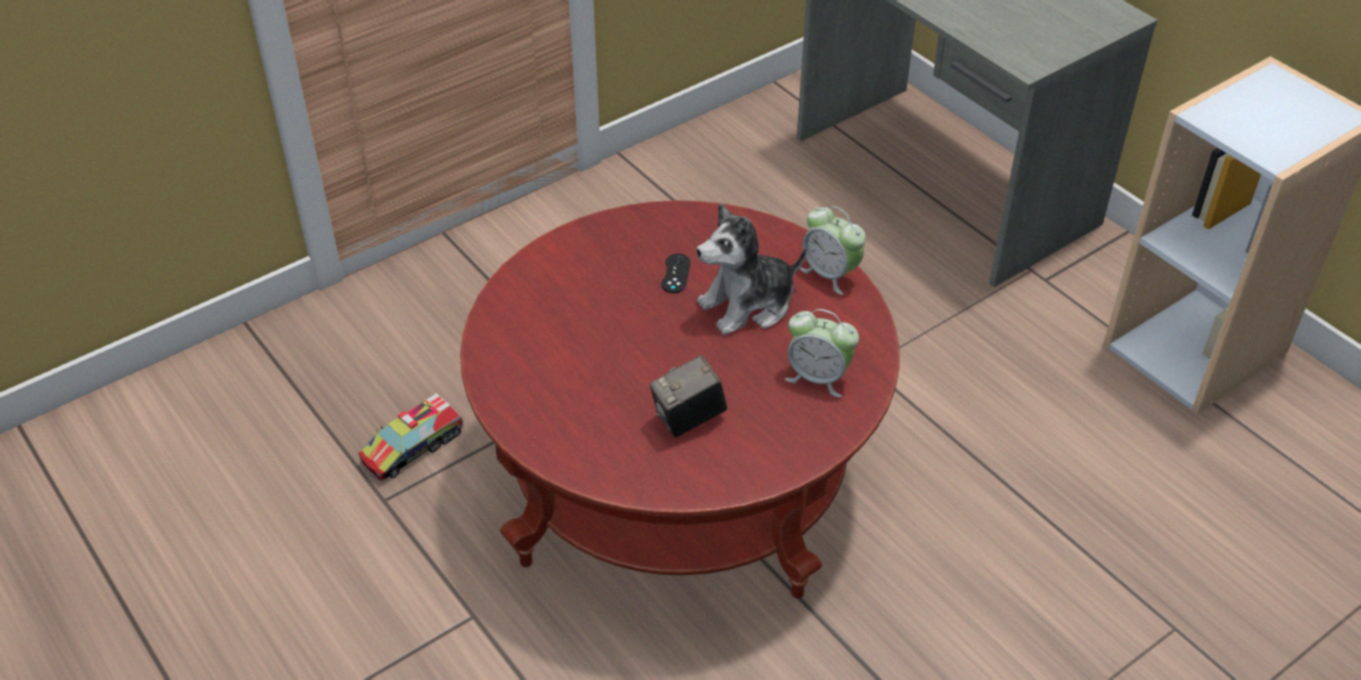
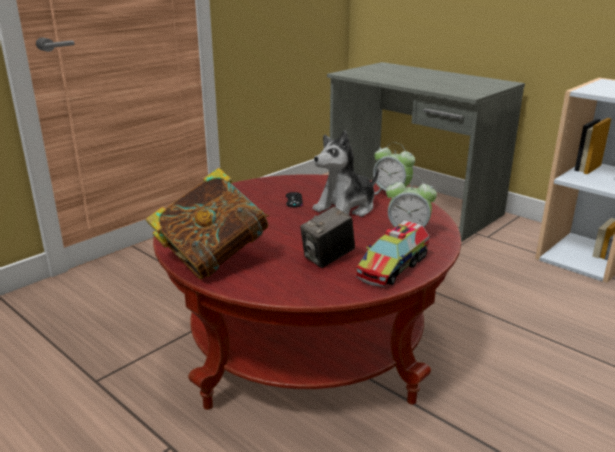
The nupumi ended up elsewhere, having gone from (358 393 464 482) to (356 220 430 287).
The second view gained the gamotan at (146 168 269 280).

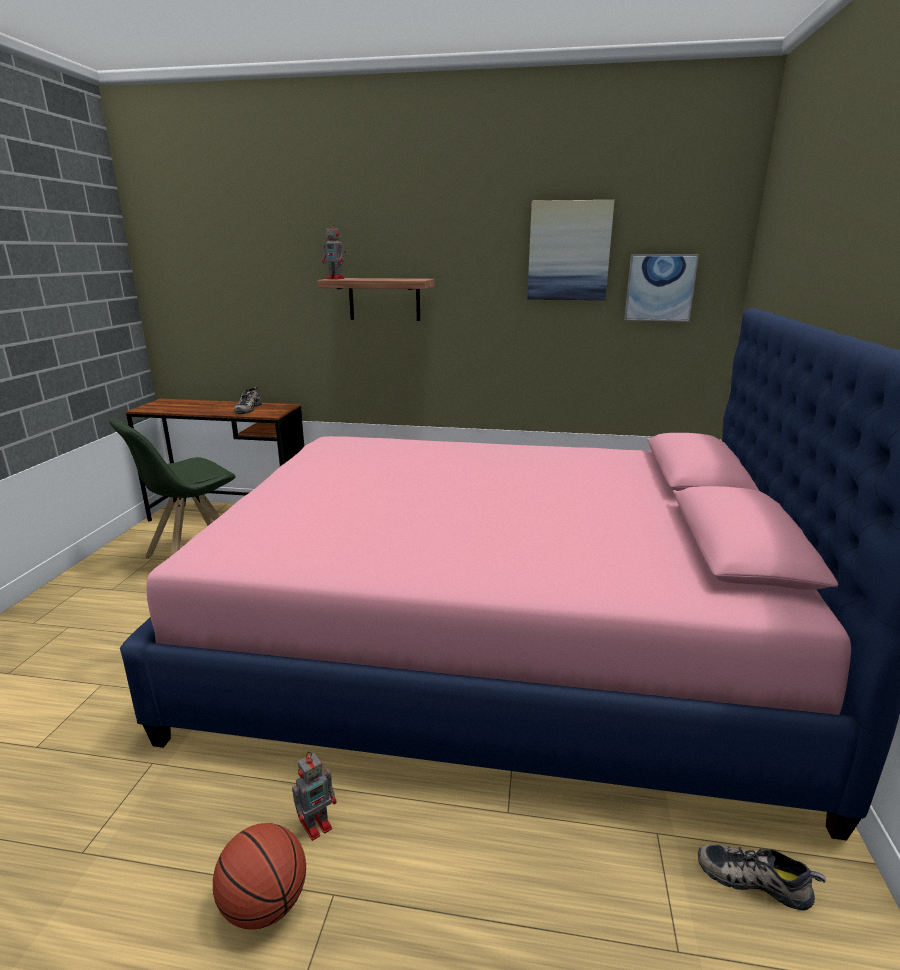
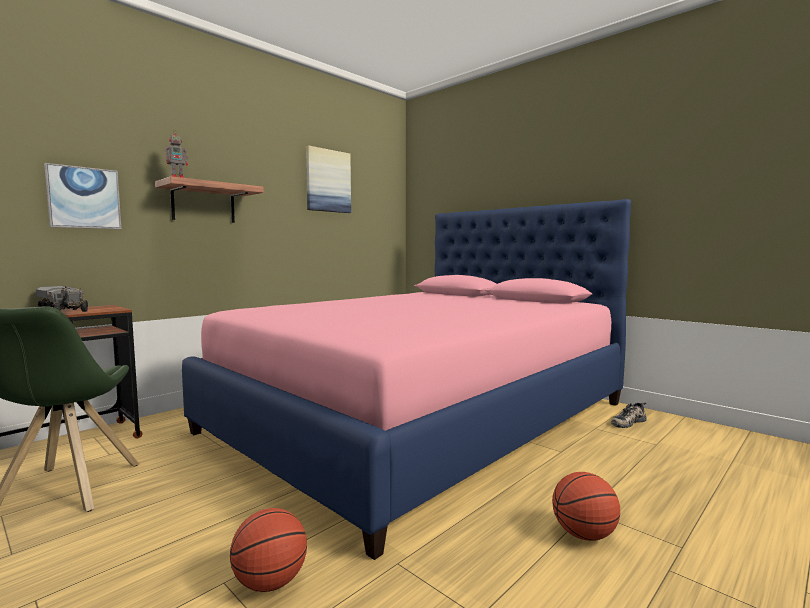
The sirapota ended up elsewhere, having gone from (624 254 699 322) to (44 163 121 229).
Where the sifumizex stood at (234 387 262 414), the nupumi came to stand at (36 286 88 312).
The second view lost the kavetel at (292 752 337 841).
The second view gained the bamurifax at (230 508 307 592).

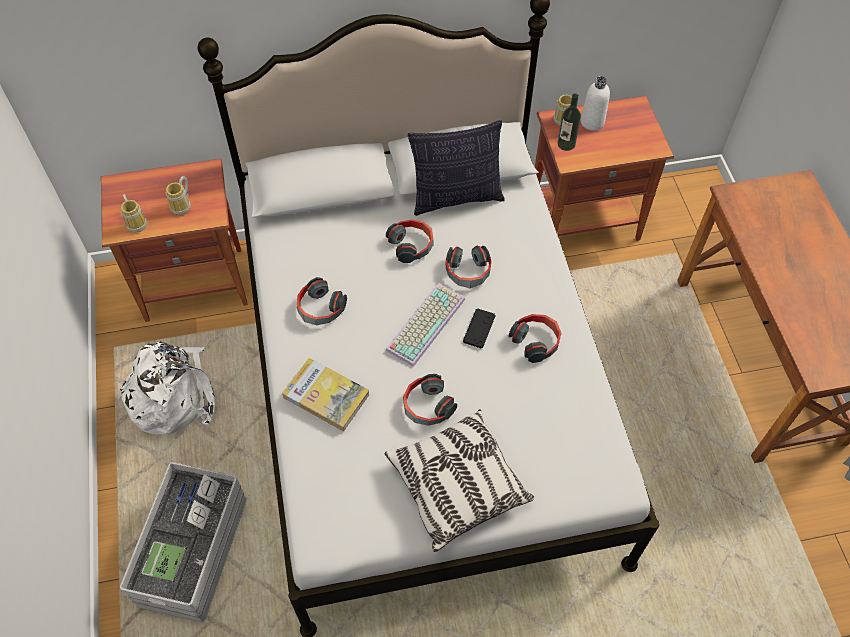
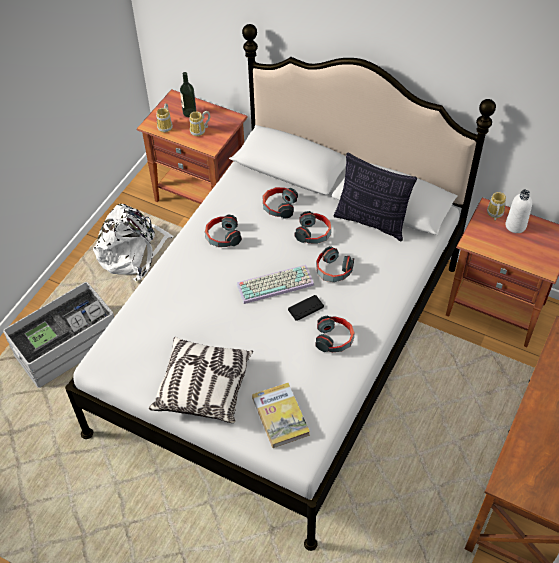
The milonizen ended up elsewhere, having gone from (557 93 581 151) to (180 72 196 117).
The gamotan ended up elsewhere, having gone from (282 358 370 431) to (252 383 310 448).
The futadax ended up elsewhere, having gone from (403 374 457 426) to (263 187 298 219).

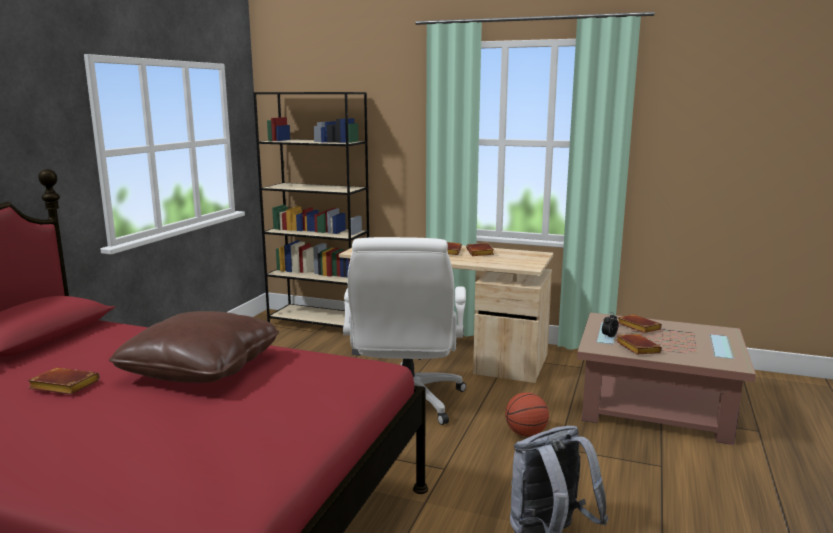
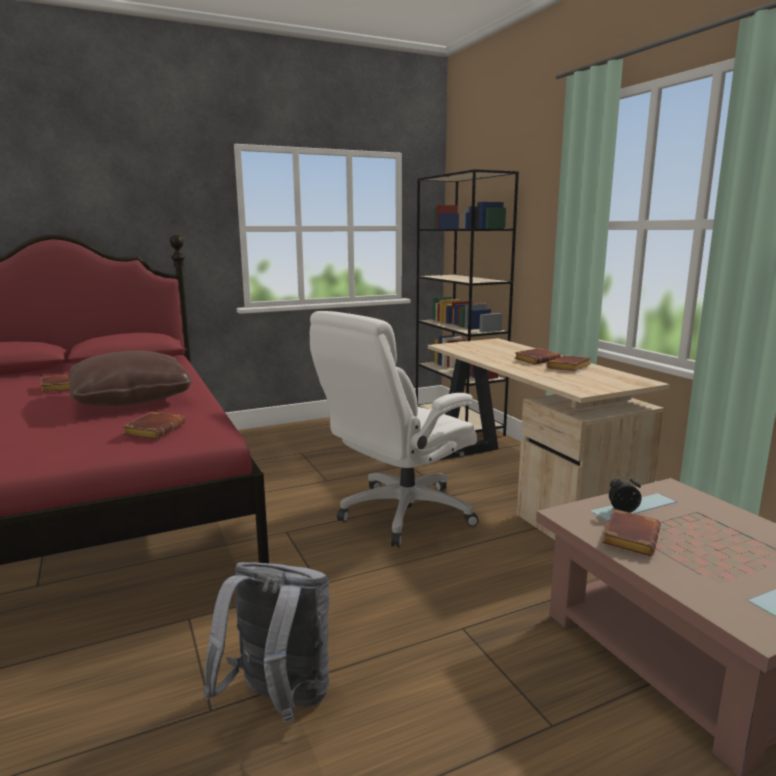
The brown gamotan ended up elsewhere, having gone from (618 314 662 333) to (122 412 186 439).
The second view lost the bamurifax at (505 392 549 437).

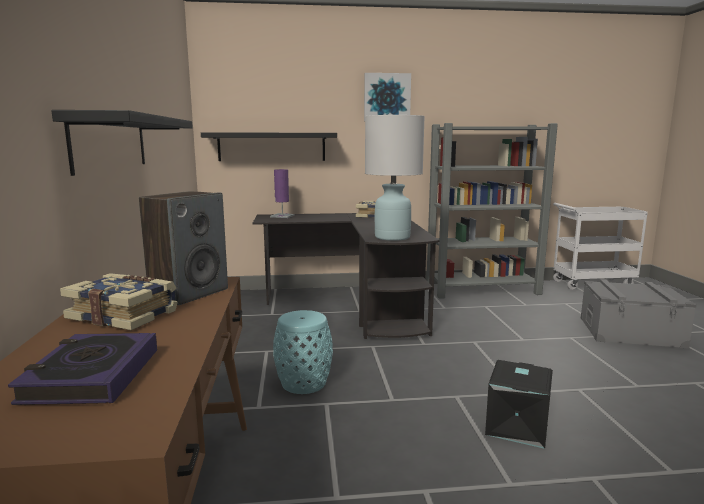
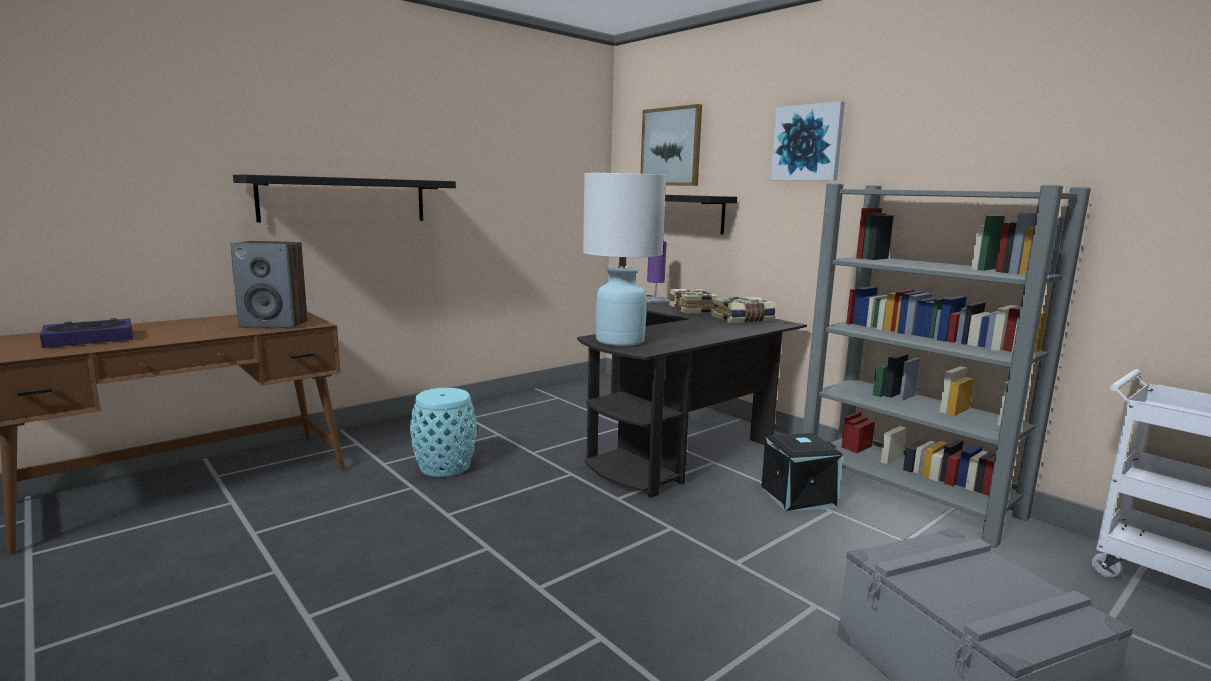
The gamotan ended up elsewhere, having gone from (60 273 178 330) to (670 289 718 314).
The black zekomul ended up elsewhere, having gone from (485 360 553 449) to (761 433 843 511).
The second view gained the sirapota at (640 104 702 186).

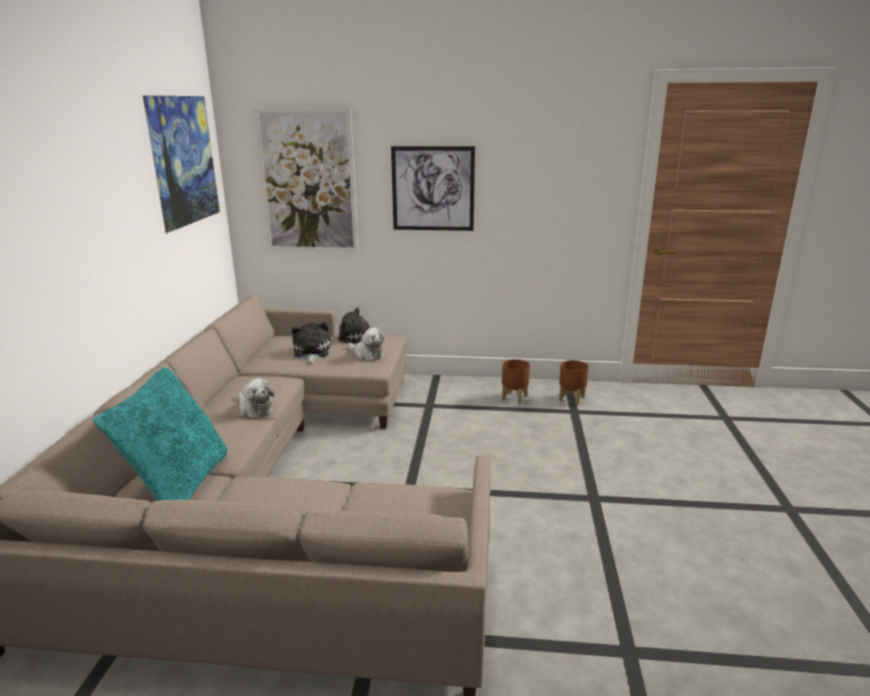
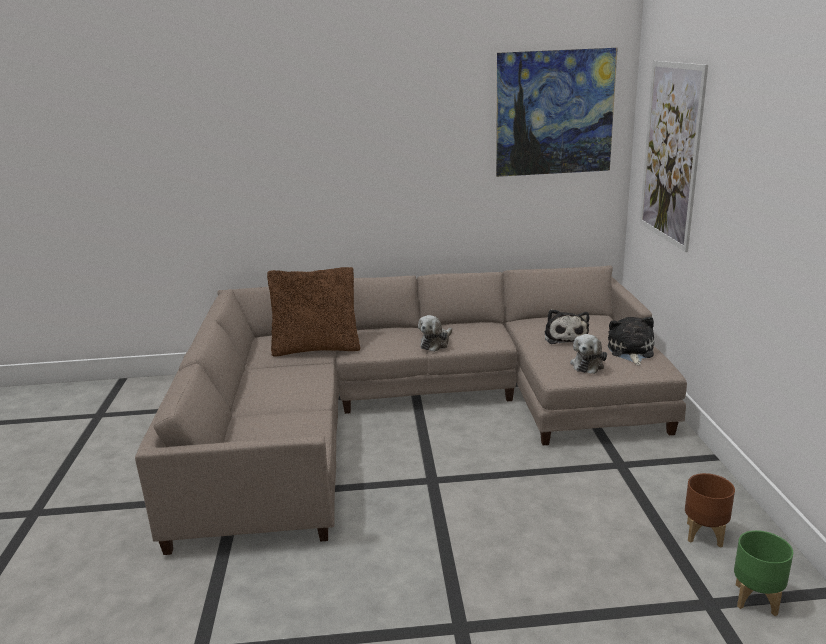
The second view lost the sirapota at (391 146 475 231).
The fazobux at (291 322 331 363) ended up facing another way, 105 degrees clockwise from before.
What was the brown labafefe at (559 360 589 405) turned into the green labafefe at (734 530 793 616).
What was the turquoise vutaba at (93 367 227 501) turned into the brown vutaba at (267 267 360 356).

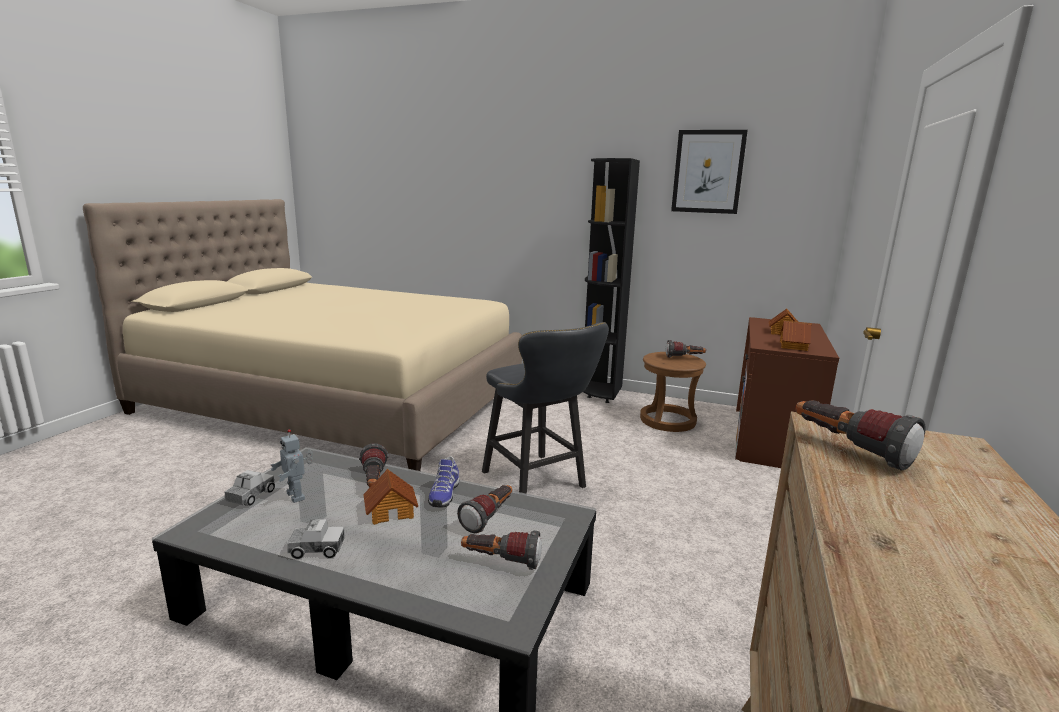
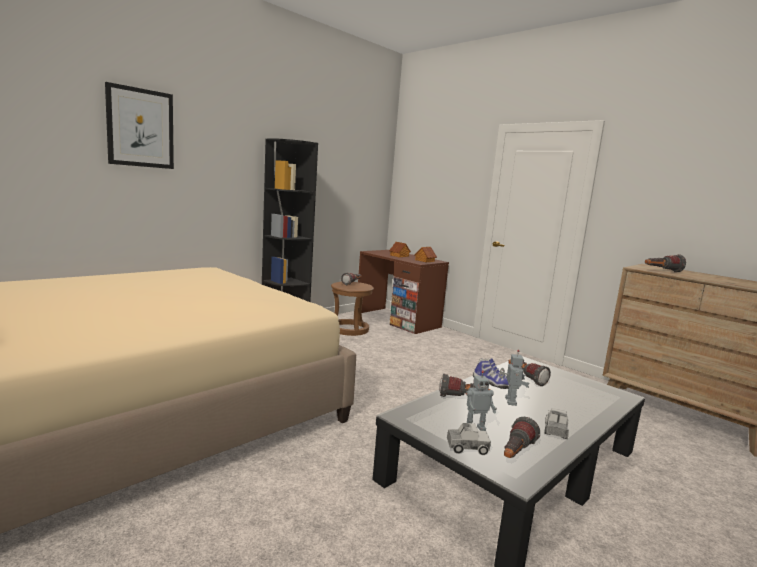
The sirapota ended up elsewhere, having gone from (671 130 748 214) to (105 82 174 169).
The second view lost the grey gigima at (482 322 609 494).
Where the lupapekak stood at (363 469 418 525), the kavetel came to stand at (499 350 530 406).
The nupumi at (225 470 275 506) ended up facing another way, 135 degrees clockwise from before.
The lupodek ended up elsewhere, having gone from (461 530 542 570) to (504 417 540 458).

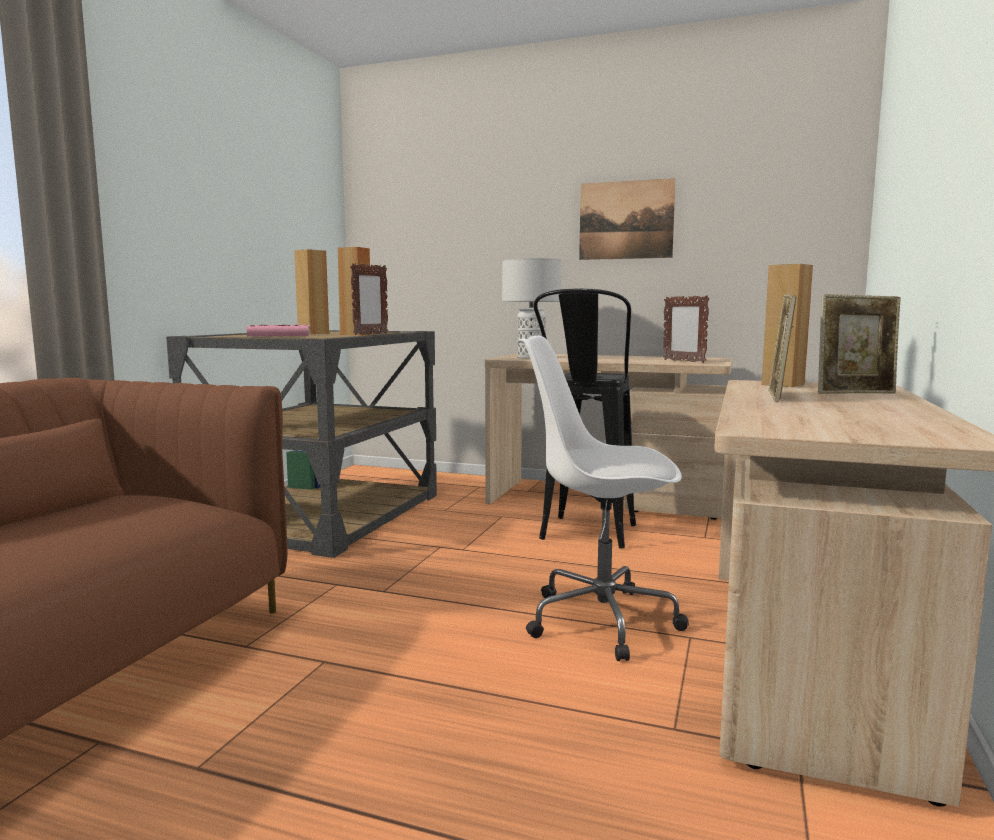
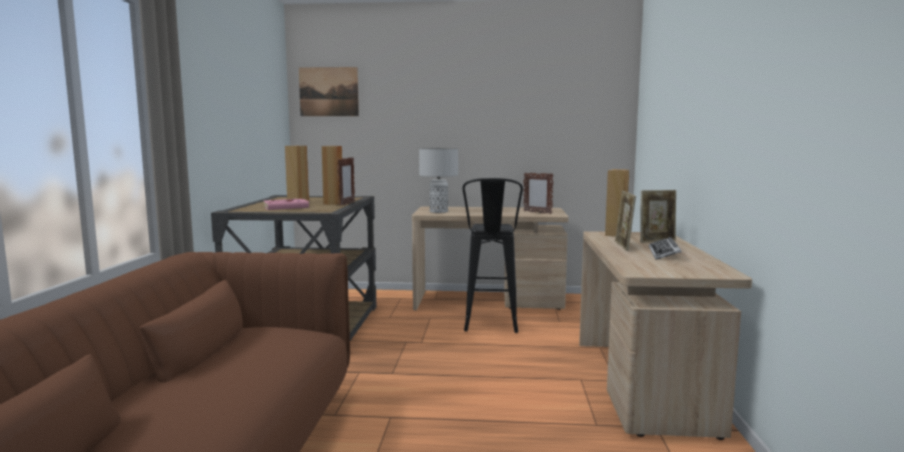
The sirapota ended up elsewhere, having gone from (579 178 676 260) to (299 67 359 116).
The second view lost the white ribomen at (518 336 689 661).
The second view gained the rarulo at (649 237 682 260).

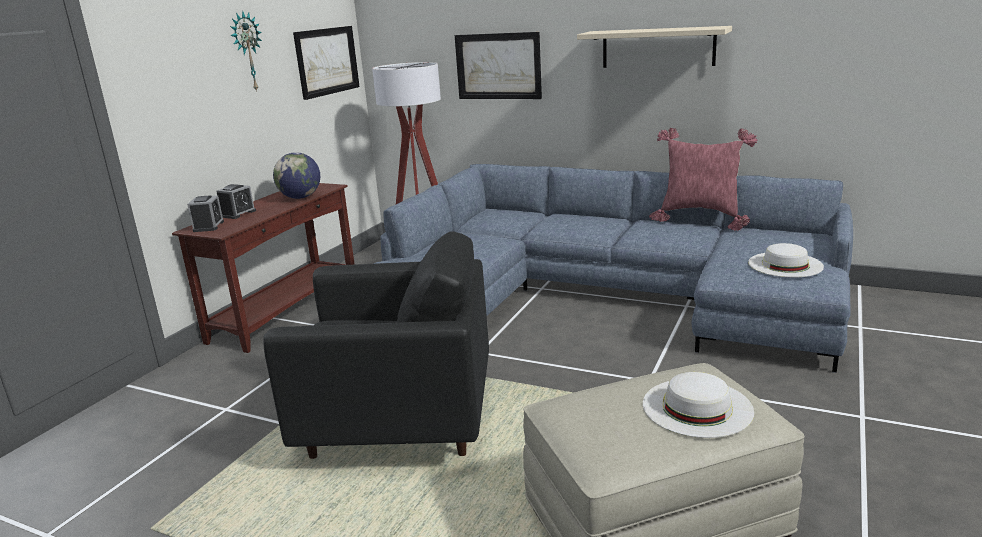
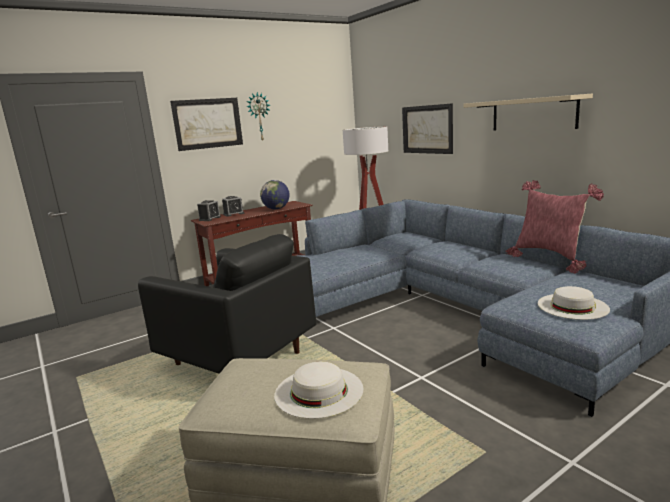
The sirapota ended up elsewhere, having gone from (293 26 360 100) to (170 98 243 151).

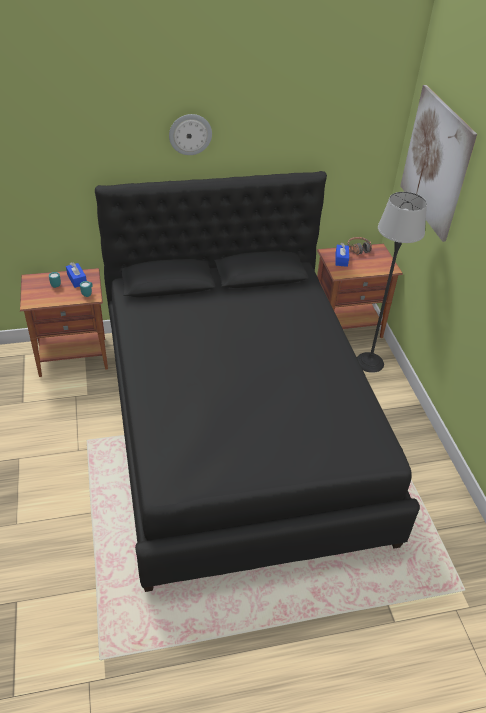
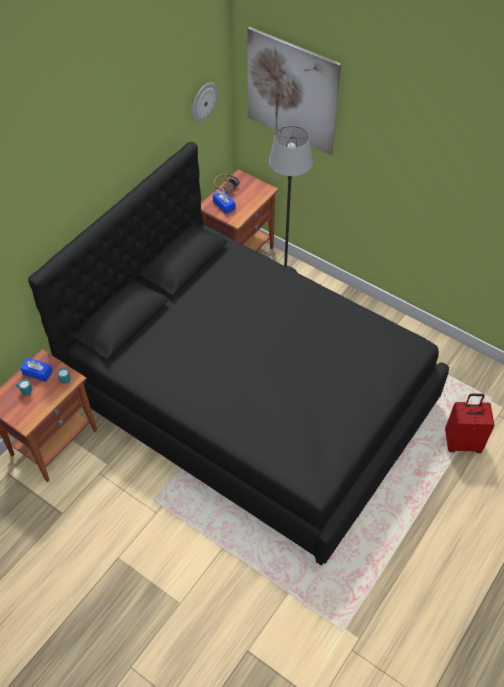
The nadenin ended up elsewhere, having gone from (169 114 212 155) to (192 82 218 122).
The second view gained the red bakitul at (445 394 495 453).

